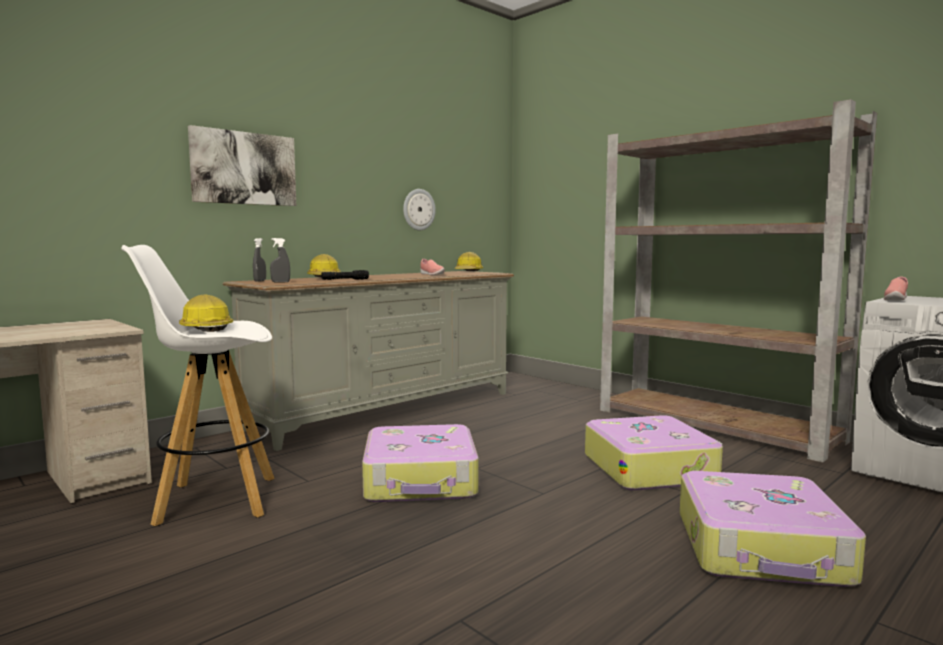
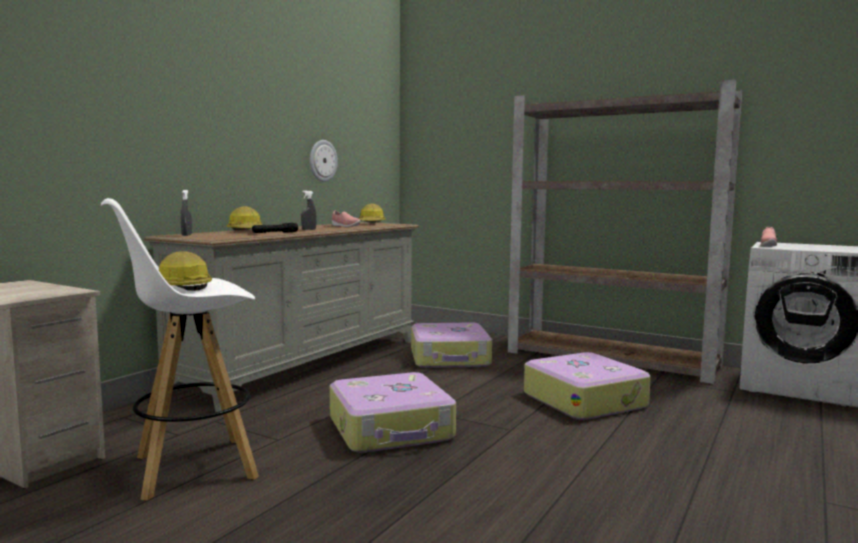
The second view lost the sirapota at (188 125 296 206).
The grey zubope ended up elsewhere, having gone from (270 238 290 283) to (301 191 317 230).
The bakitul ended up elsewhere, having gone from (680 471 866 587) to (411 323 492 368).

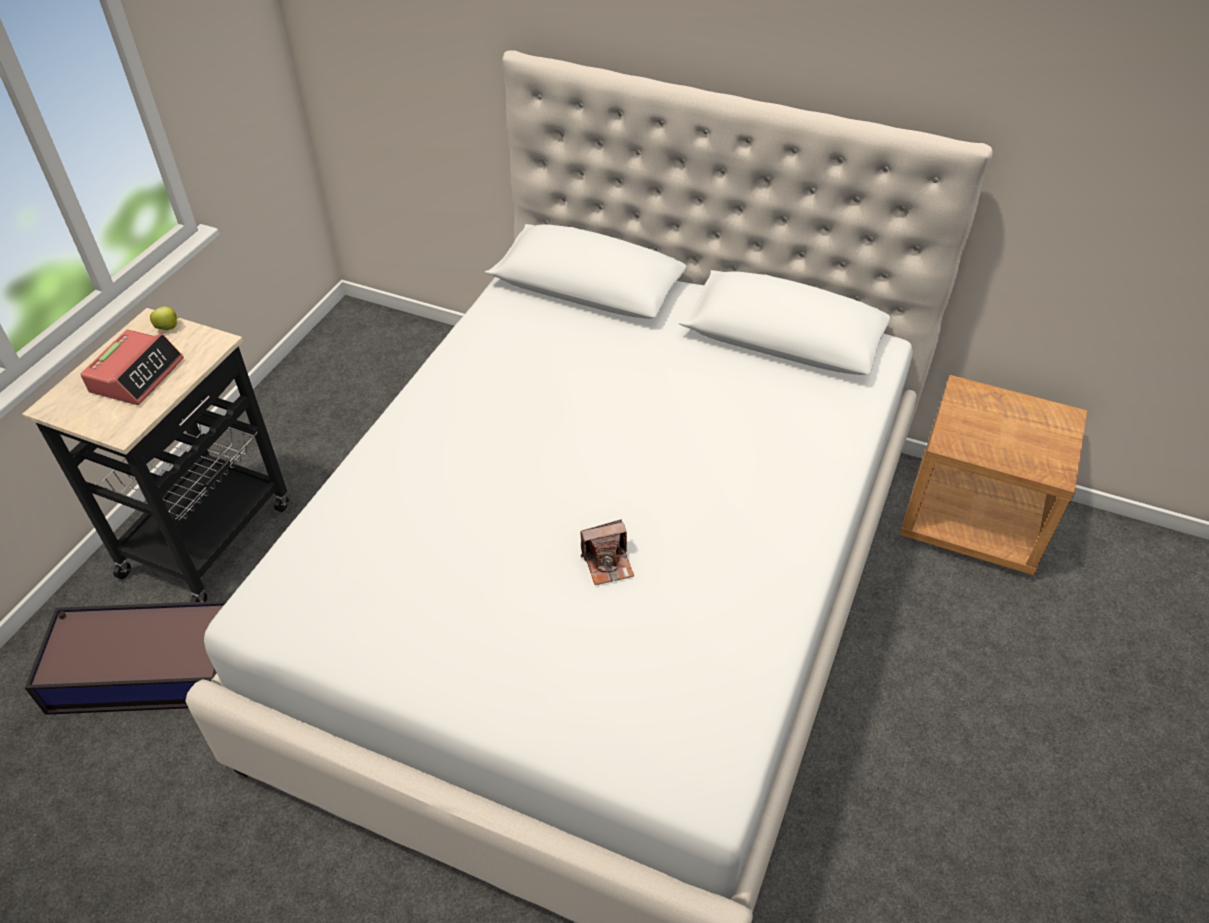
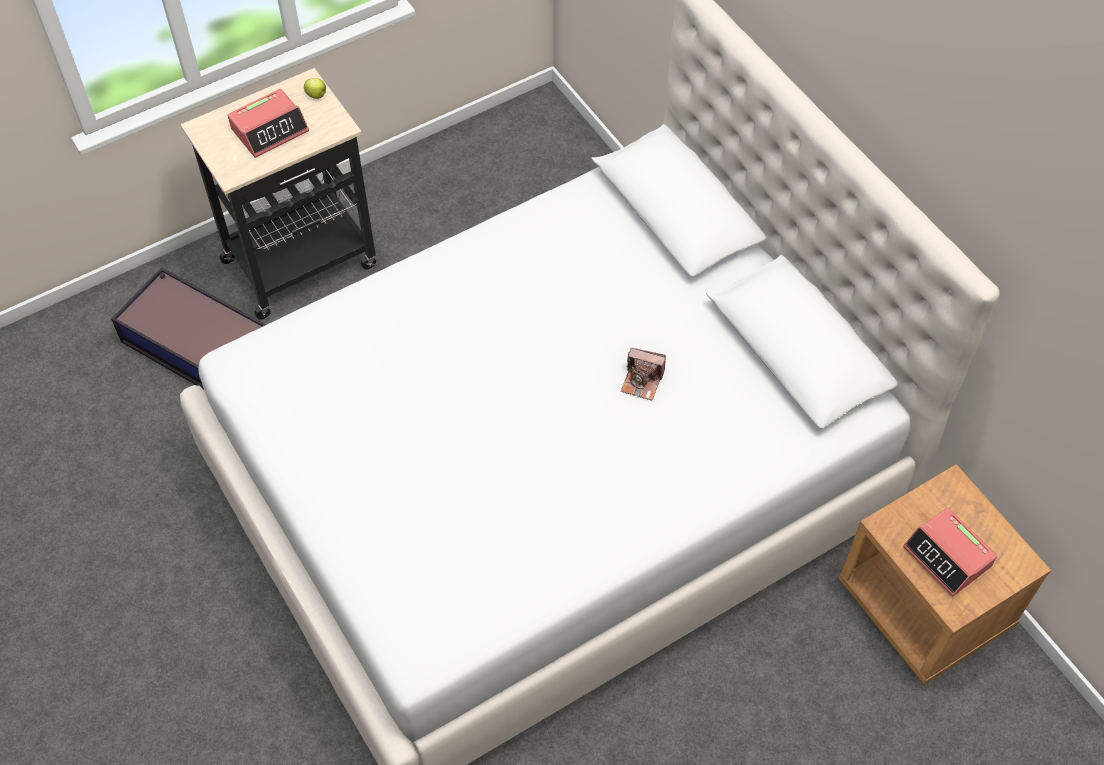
The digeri ended up elsewhere, having gone from (581 519 634 585) to (621 348 666 401).
The second view gained the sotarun at (903 508 997 597).

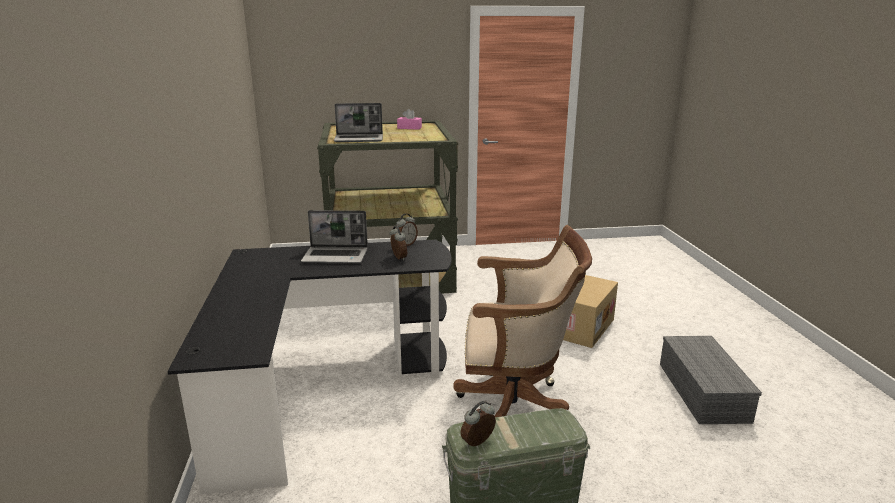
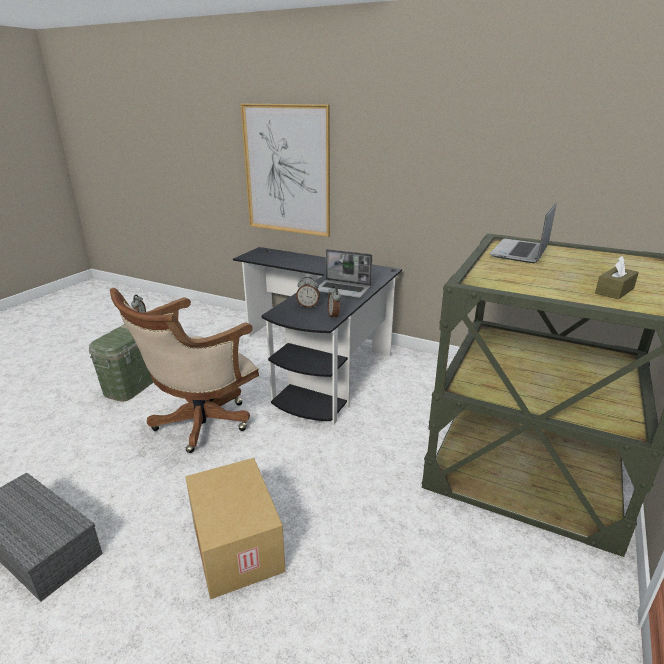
What was the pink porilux at (397 109 422 130) turned into the brown porilux at (595 256 639 300).
The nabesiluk at (301 210 368 263) ended up facing another way, 105 degrees counterclockwise from before.
The second view gained the sirapota at (240 104 330 237).

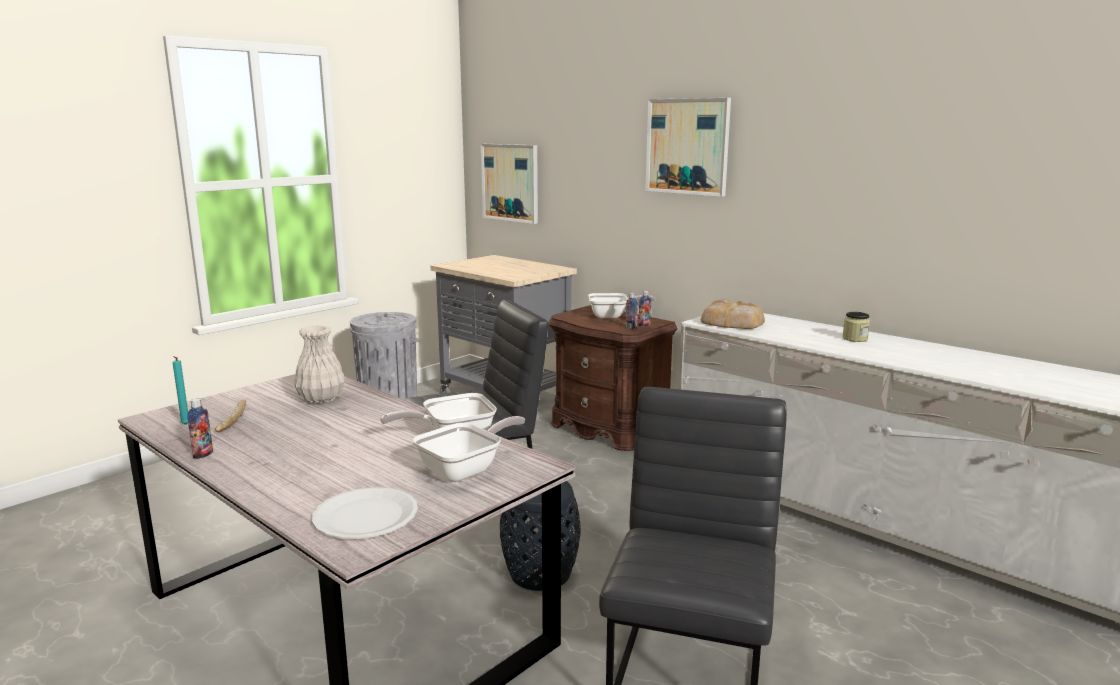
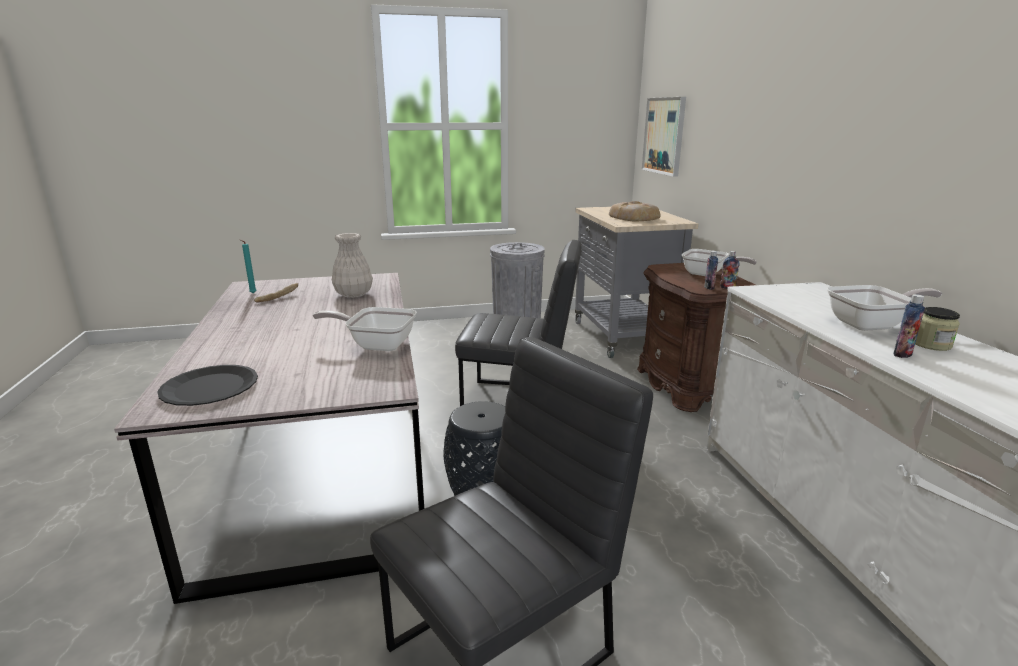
The second view lost the sirapota at (645 98 731 197).
The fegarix ended up elsewhere, having gone from (701 299 765 329) to (609 201 661 221).
The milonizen ended up elsewhere, having gone from (187 399 213 459) to (893 294 925 358).
The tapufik ended up elsewhere, having gone from (413 416 525 482) to (827 285 943 331).
What was the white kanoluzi at (312 487 418 539) turned into the black kanoluzi at (157 365 258 406).

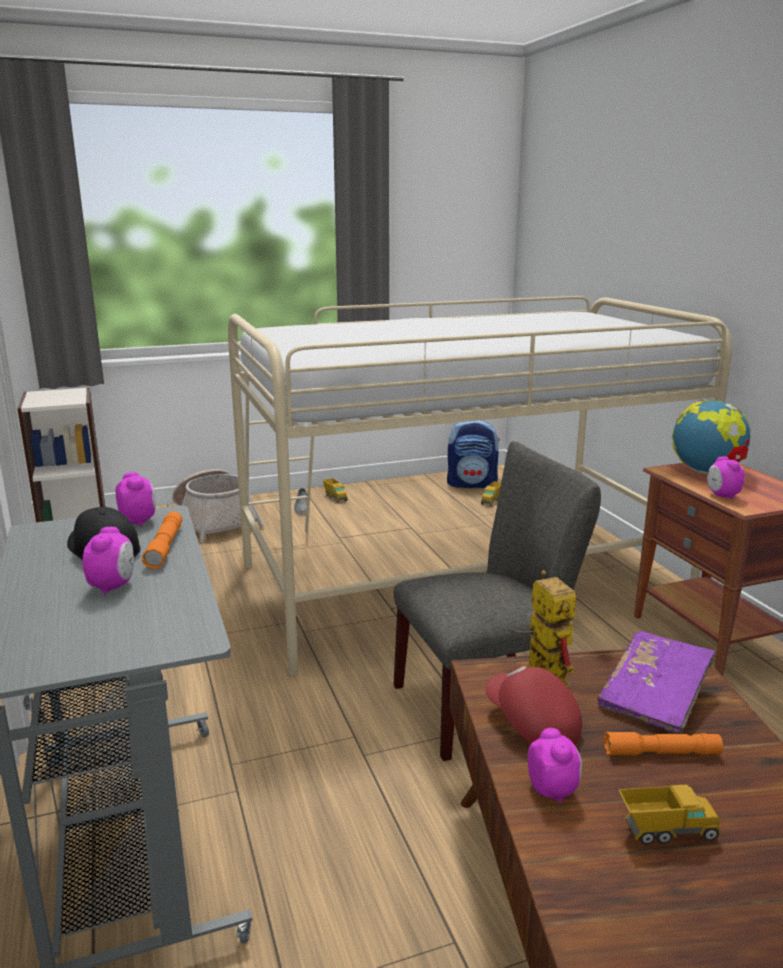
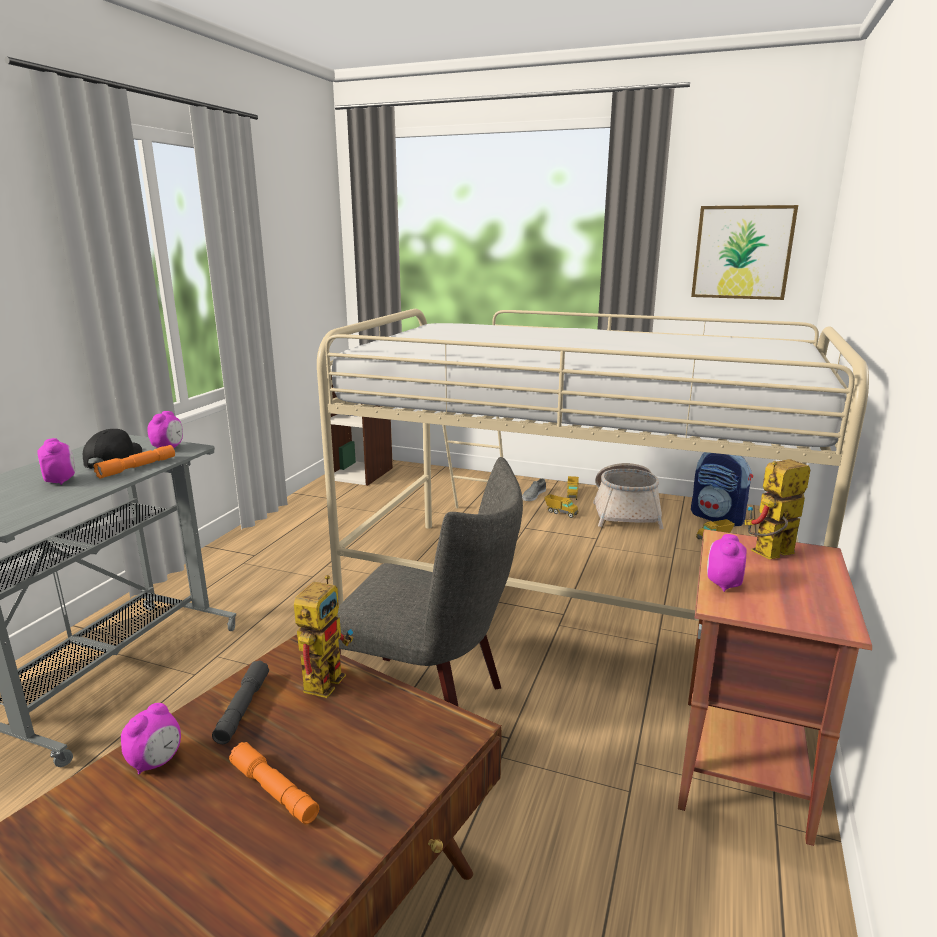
Where the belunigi stood at (672 399 751 474), the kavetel came to stand at (744 459 810 560).
The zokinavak ended up elsewhere, having gone from (172 469 264 542) to (593 463 664 529).
The sotarun at (83 527 134 595) ended up facing another way, 75 degrees counterclockwise from before.
The second view lost the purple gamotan at (597 631 715 734).
Where the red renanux stood at (486 666 582 745), the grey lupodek came to stand at (212 660 269 744).
The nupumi ended up elsewhere, having gone from (619 784 721 845) to (544 494 578 518).
The second view gained the sirapota at (691 205 798 300).

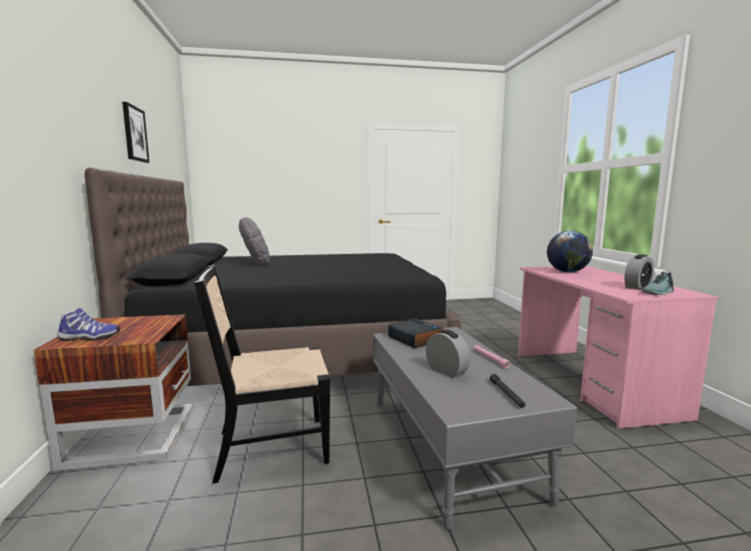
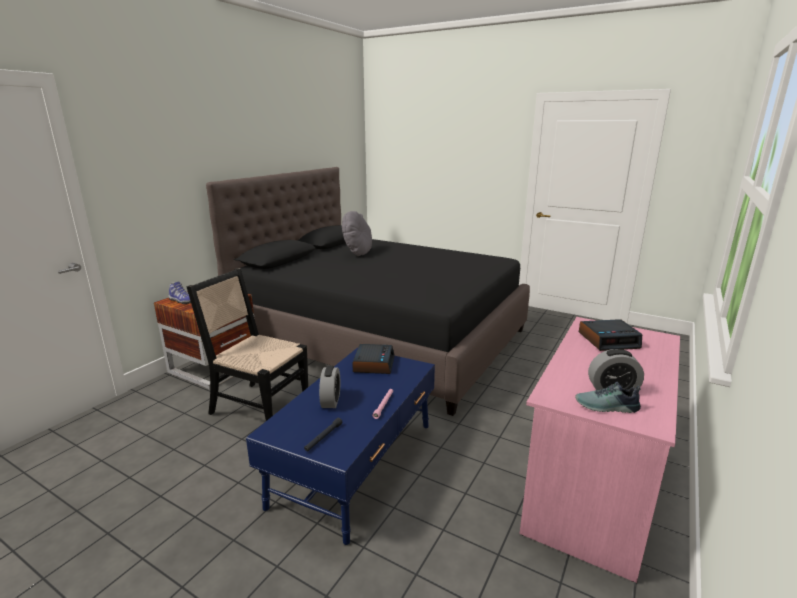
The second view lost the sirapota at (122 102 149 163).
Where the belunigi stood at (547 231 593 272), the sotarun came to stand at (579 319 642 351).
What was the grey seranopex at (373 327 577 530) turned into the blue seranopex at (246 348 435 545).

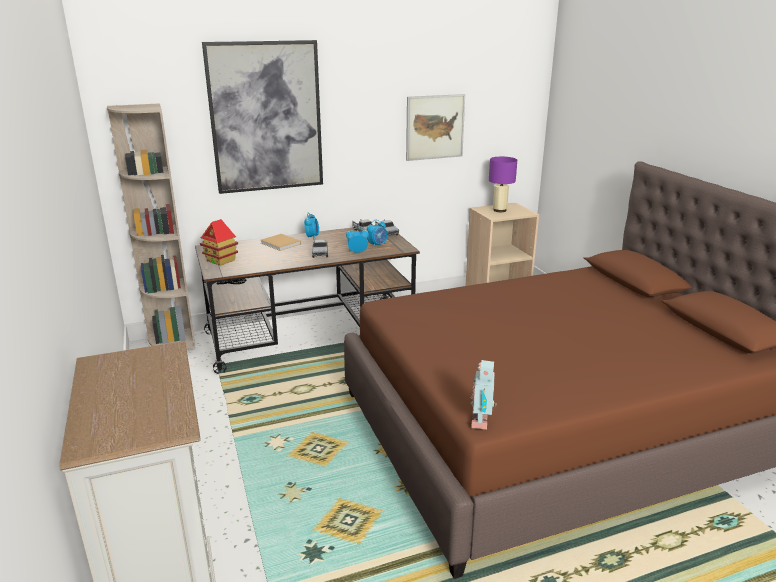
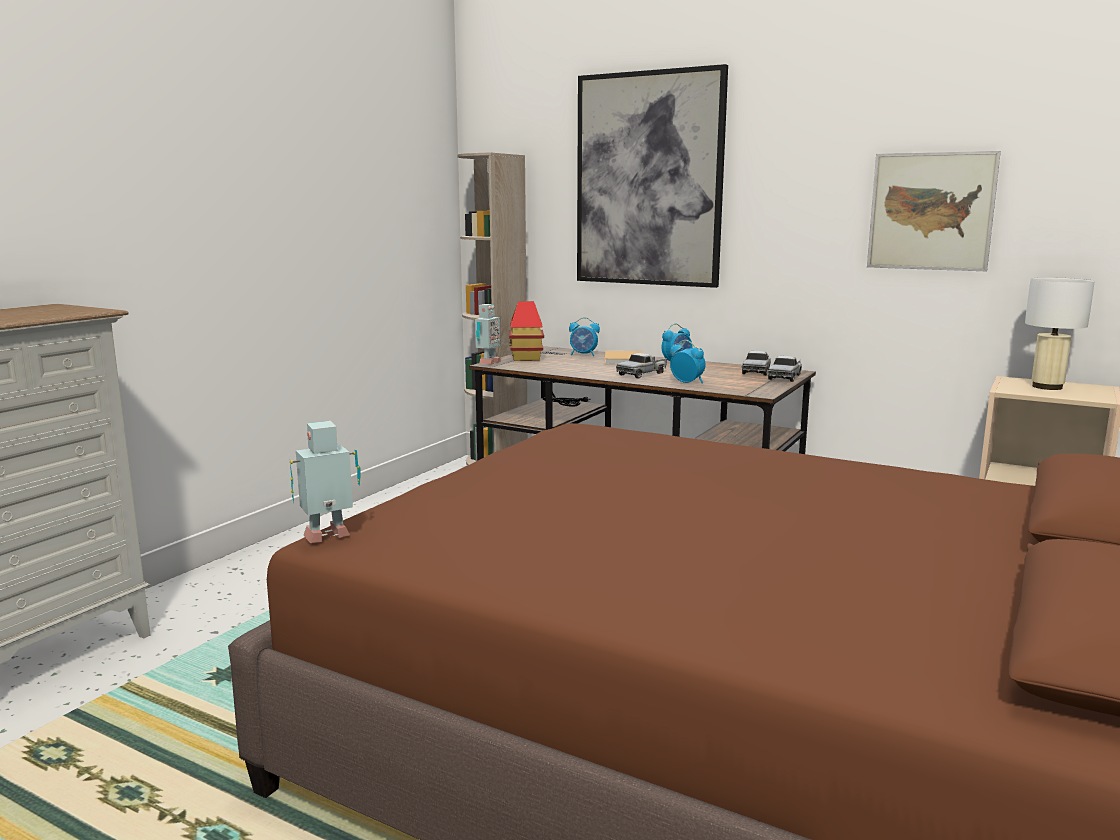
What was the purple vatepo at (489 157 517 212) turned into the white vatepo at (1025 277 1095 390).
The sotarun ended up elsewhere, having gone from (367 220 388 248) to (569 317 600 356).
The second view gained the kavetel at (475 304 501 365).

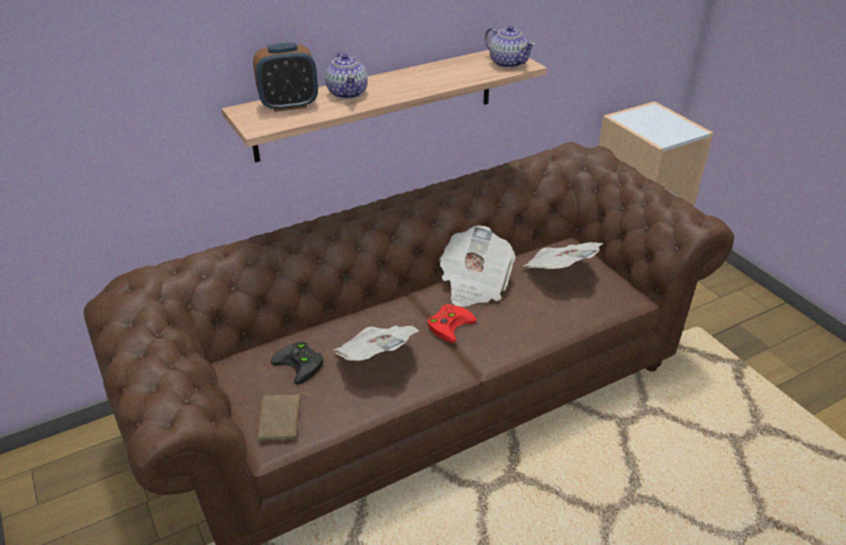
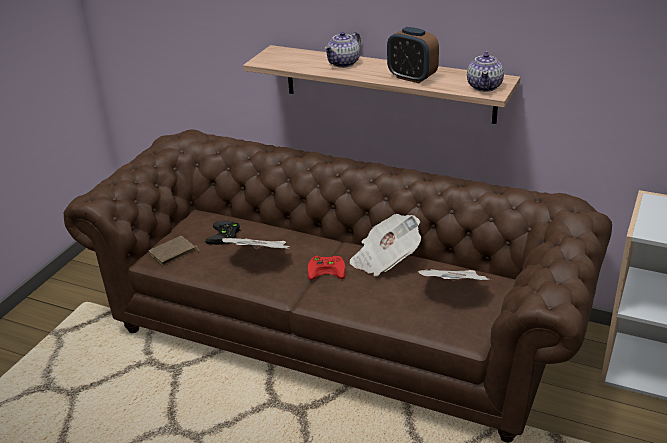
The sotarun ended up elsewhere, having gone from (253 43 318 112) to (387 27 439 83).

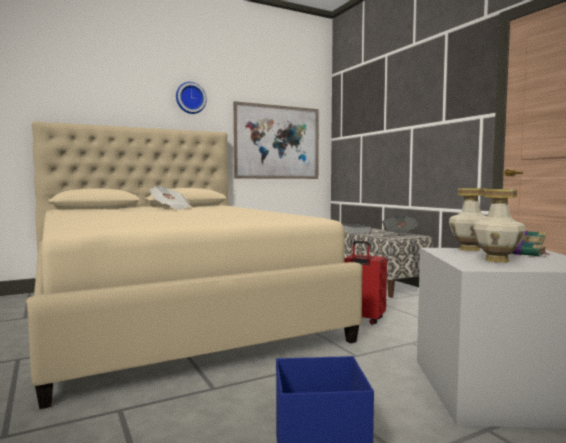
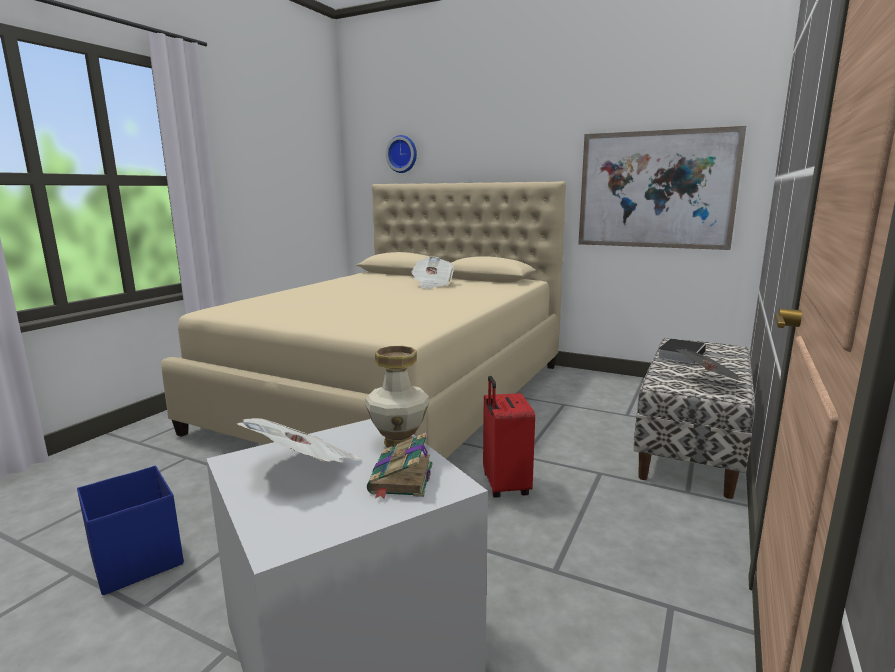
The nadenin ended up elsewhere, having gone from (176 82 207 114) to (386 135 417 173).
Where the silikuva stood at (473 189 526 263), the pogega came to stand at (237 418 361 463).

